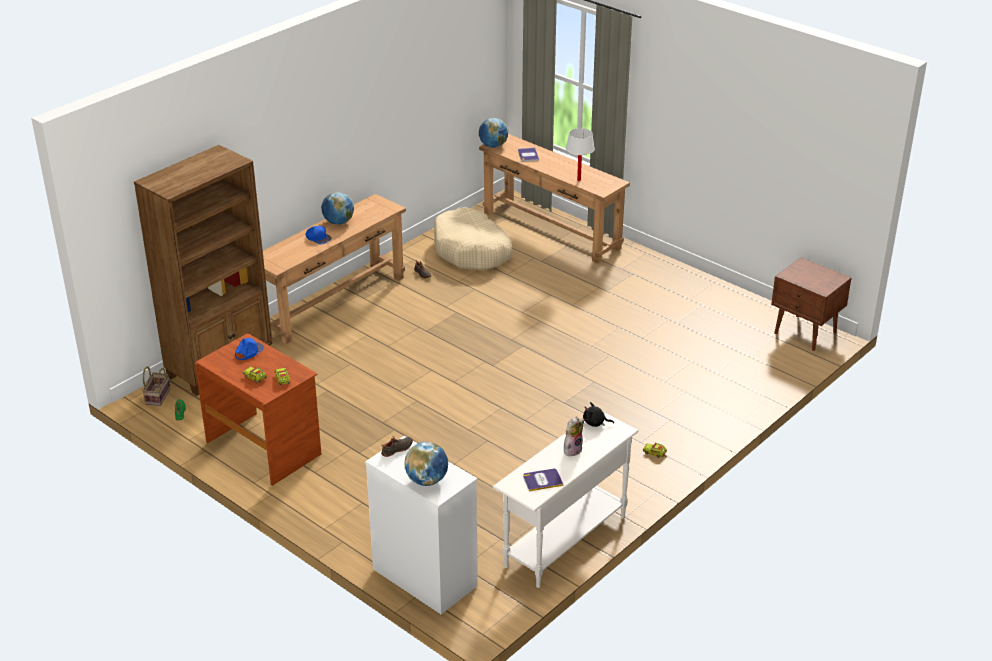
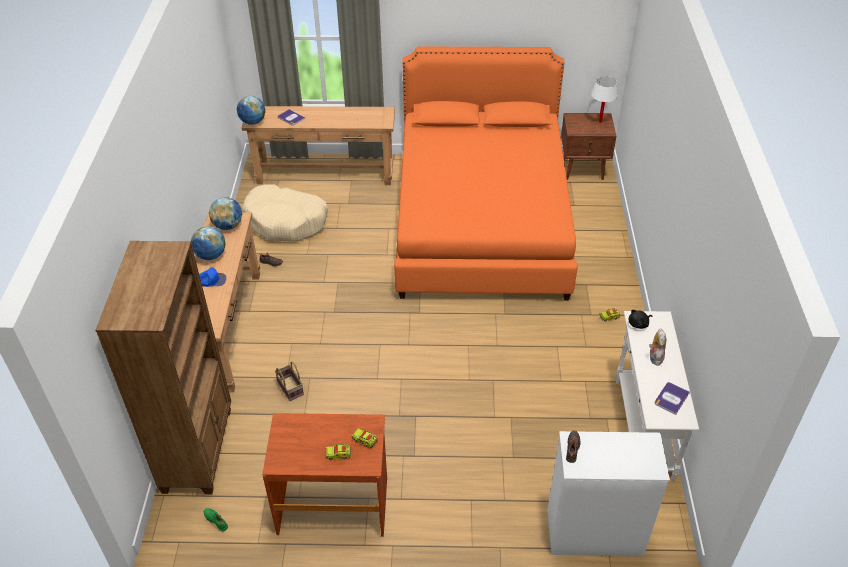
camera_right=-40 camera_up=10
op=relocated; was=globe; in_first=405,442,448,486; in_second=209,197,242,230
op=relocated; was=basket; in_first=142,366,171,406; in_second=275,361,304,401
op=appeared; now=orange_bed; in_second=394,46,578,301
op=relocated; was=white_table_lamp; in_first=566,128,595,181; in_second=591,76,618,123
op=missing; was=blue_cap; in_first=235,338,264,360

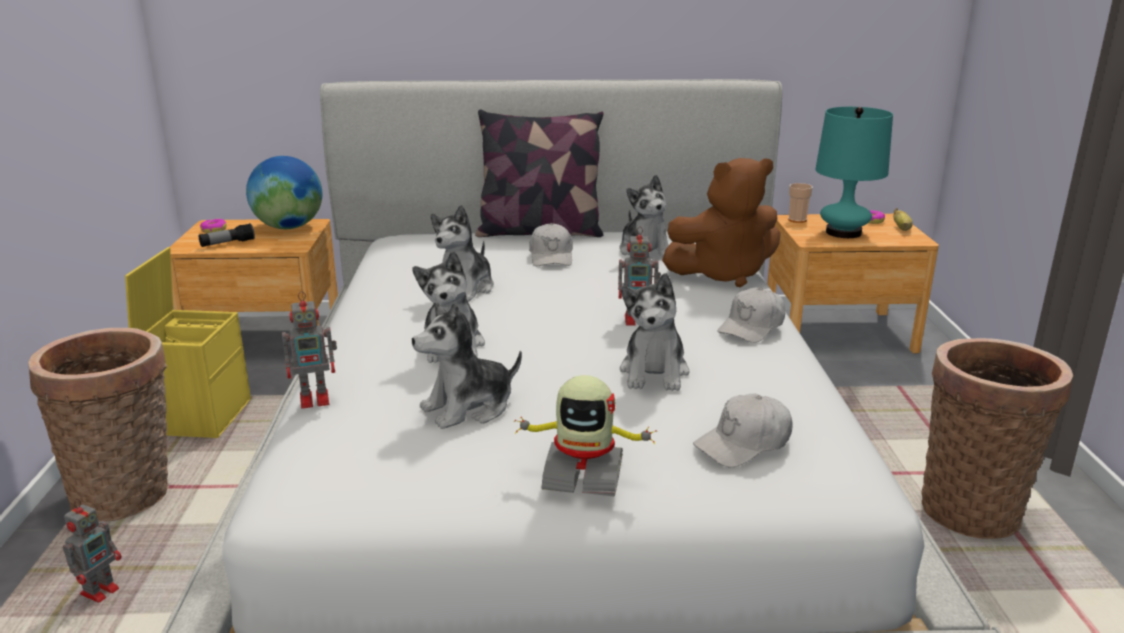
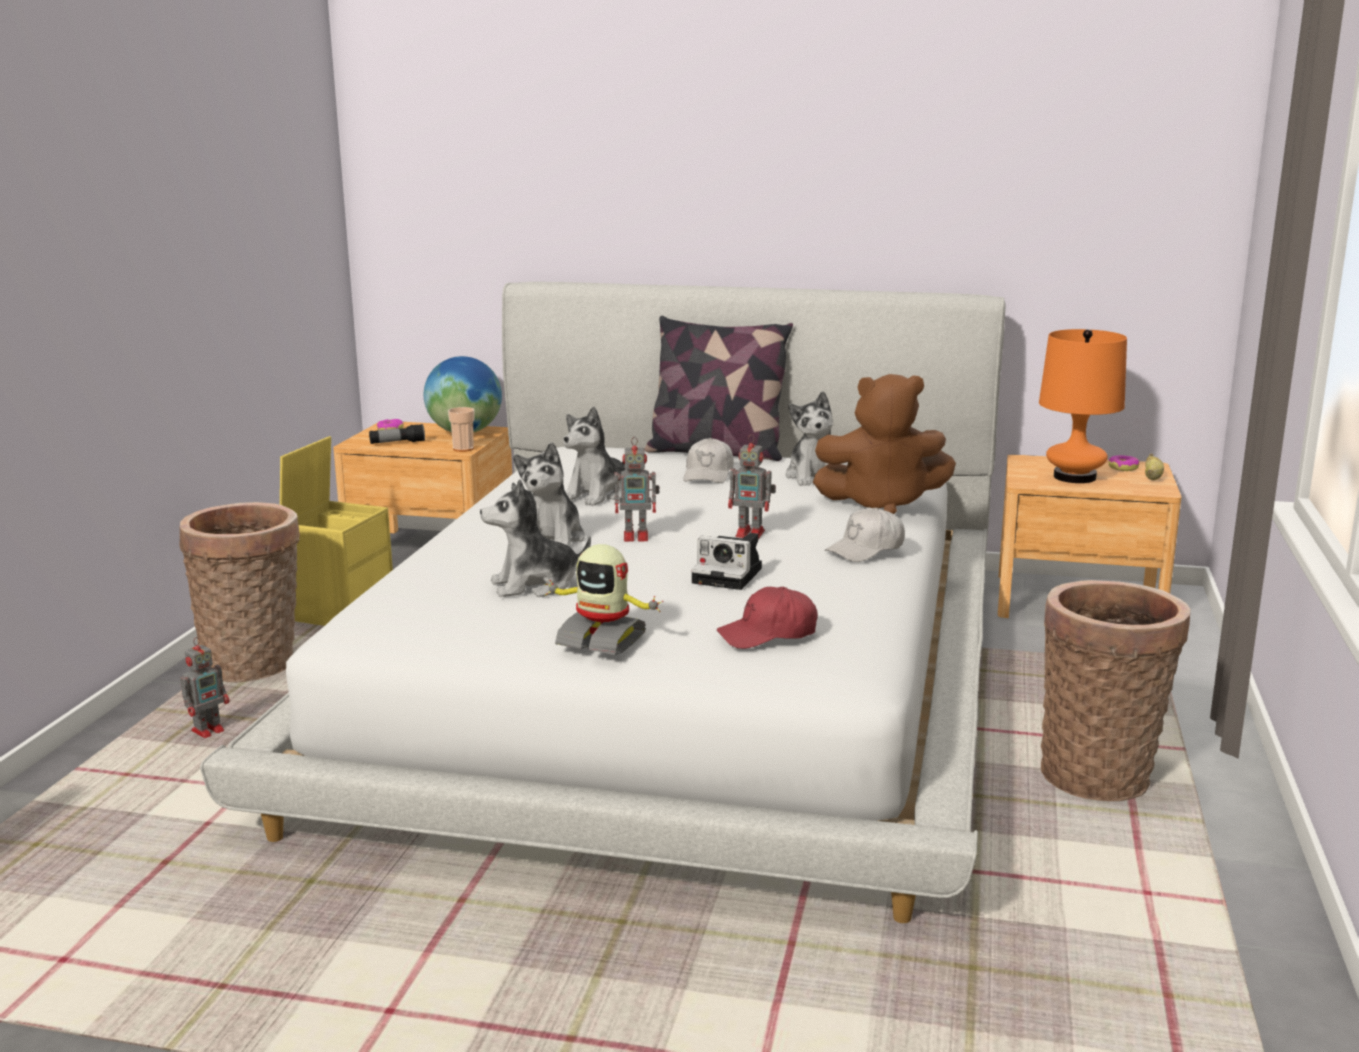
camera_right=15 camera_up=-5
op=relocated; was=cup; in_first=788,183,813,223; in_second=448,407,475,452
op=relocated; was=toy_robot; in_first=282,291,337,409; in_second=615,437,660,542
op=exchanged; was=plush_toy; now=photo_camera; in_first=620,273,690,391; in_second=691,533,762,590
op=colour; was=white_cap; now=red_cap; in_first=693,394,793,467; in_second=717,587,818,649
op=colour; was=turquoise_table_lamp; now=orange_table_lamp; in_first=815,107,893,238; in_second=1039,329,1127,483

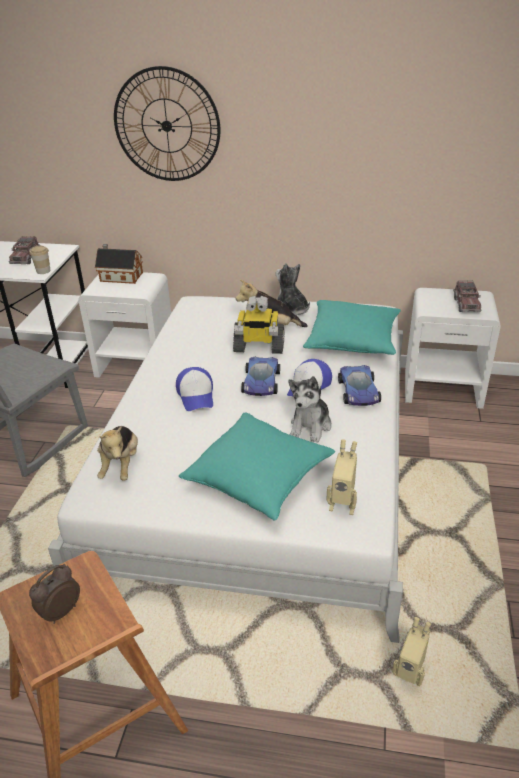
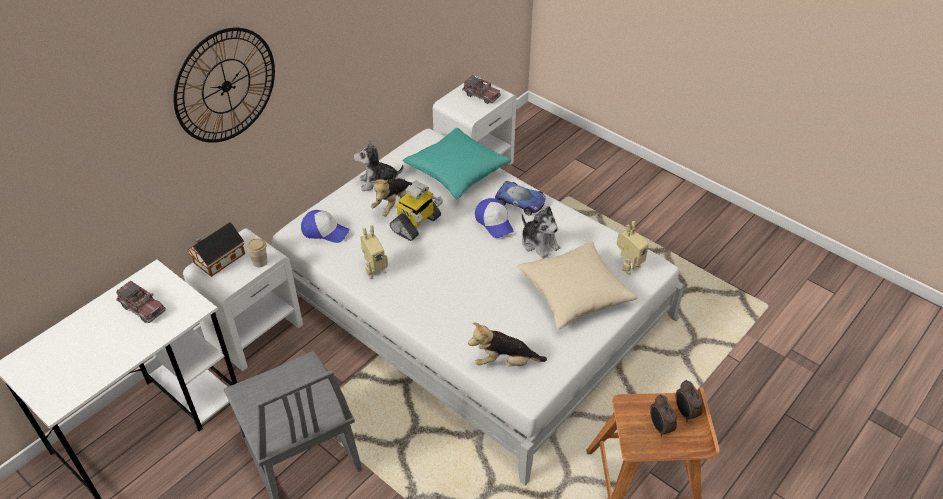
camera_right=-60 camera_up=10
op=relocated; was=cup; in_first=30,246,51,274; in_second=246,238,268,267
op=relocated; was=cap; in_first=176,367,213,411; in_second=301,210,350,243
op=relocated; was=toy_robot; in_first=392,617,431,687; in_second=360,225,388,279
op=spun; was=plush_toy; in_first=97,426,138,481; in_second=468,323,547,367; clockwise=150
op=colour; was=turquoise_pillow; now=beige_pillow; in_first=179,413,335,521; in_second=517,242,638,330
op=appeared; now=alarm_clock; in_second=676,380,703,422
op=missing; was=toy_car; in_first=241,357,280,396

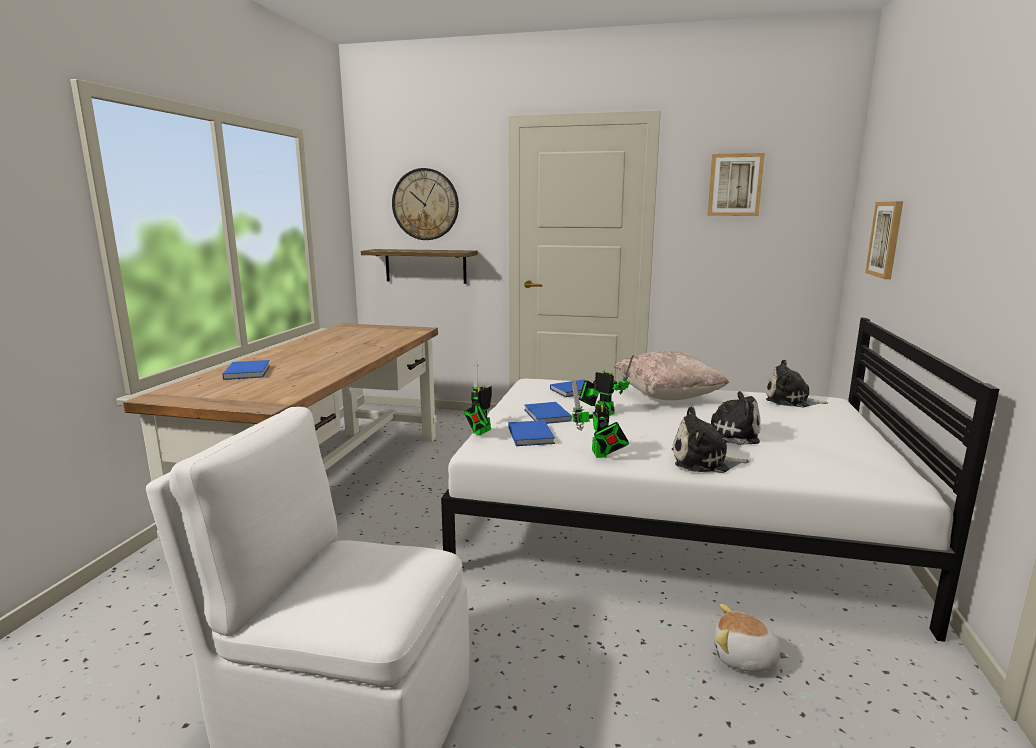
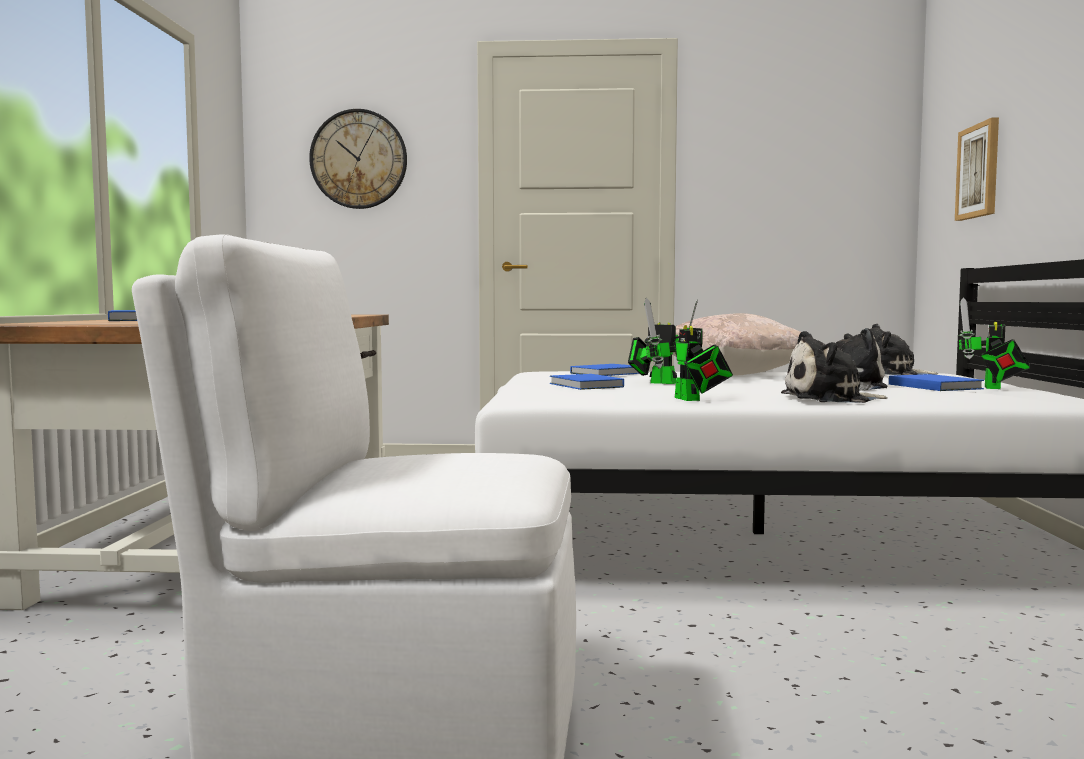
camera_right=-10 camera_up=-10
op=relocated; was=blue_book; in_first=508,420,555,446; in_second=889,374,984,391
op=relocated; was=toy_robot; in_first=464,362,492,435; in_second=958,298,1030,389
op=missing; was=shelf; in_first=361,249,478,284
op=missing; was=picture; in_first=707,153,765,216
op=missing; was=plush_toy; in_first=714,604,790,672

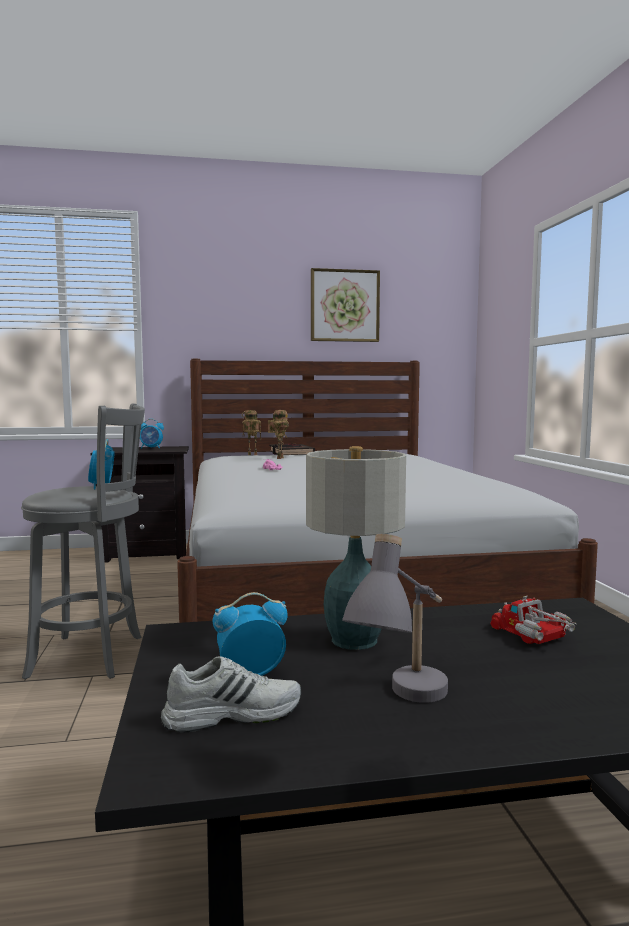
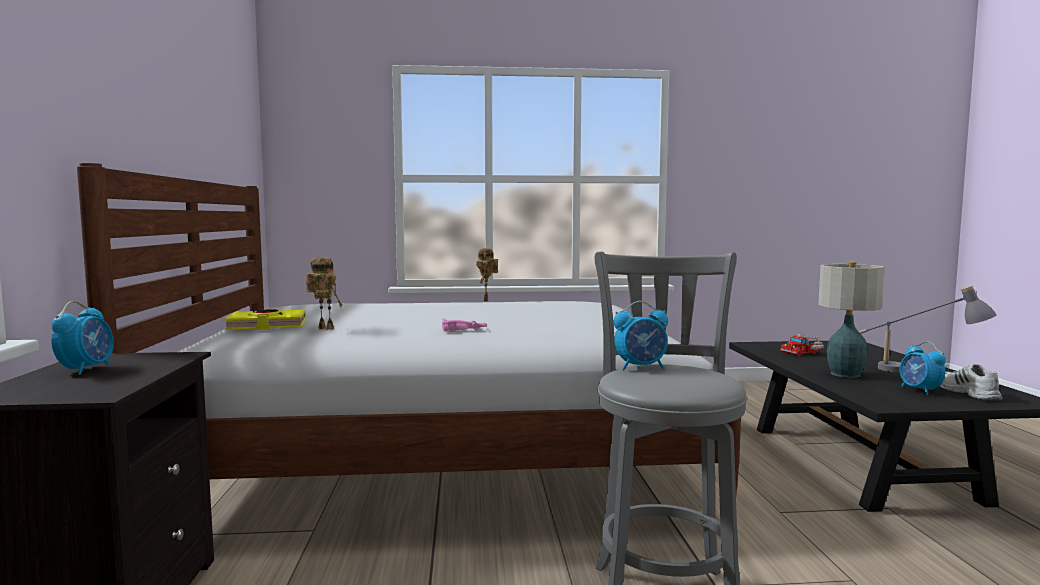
camera_right=-85 camera_up=0
op=colour; was=black_book; now=yellow_book; in_first=269,444,315,455; in_second=224,309,306,330
op=relocated; was=toy_robot; in_first=242,410,261,455; in_second=476,248,498,301
op=missing; was=picture; in_first=311,268,380,342

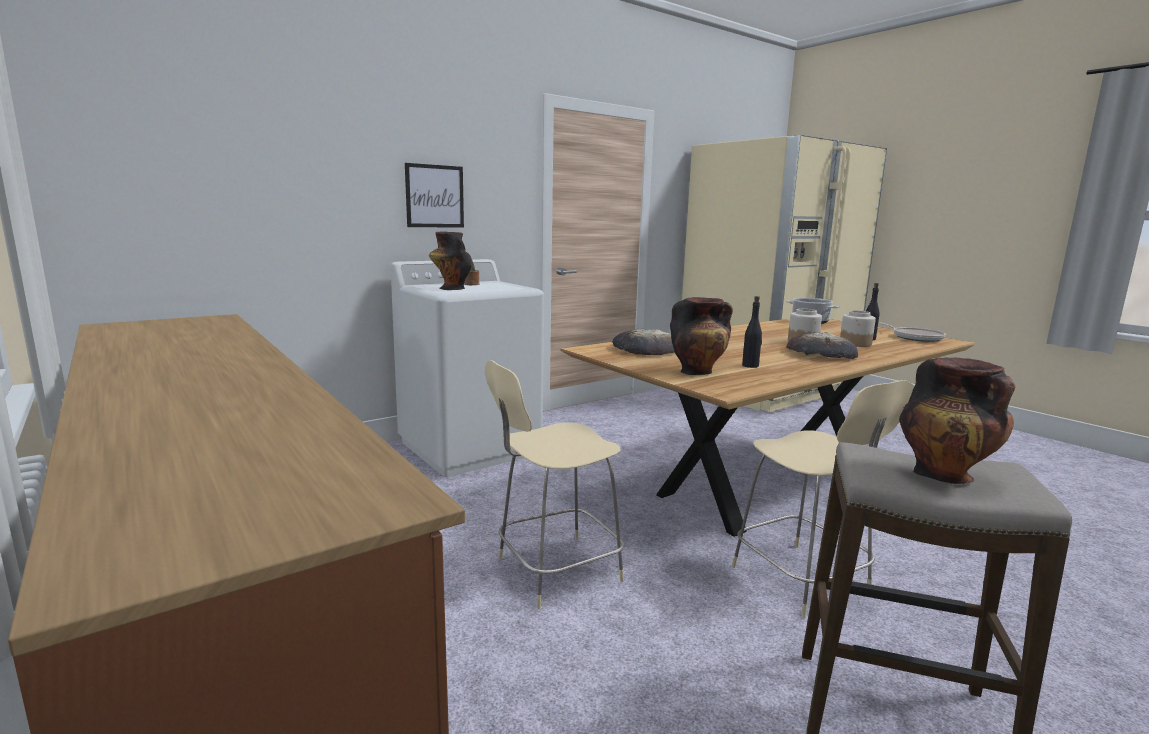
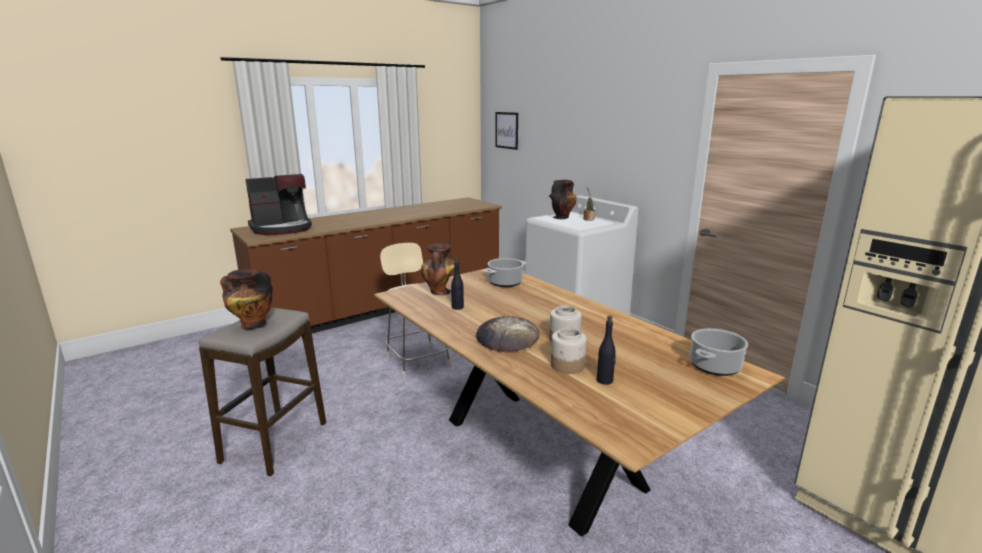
camera_right=90 camera_up=5
op=appeared; now=coffee_machine; in_second=245,174,312,235
op=exchanged; was=bread; now=cooking_pot; in_first=612,329,674,355; in_second=484,258,526,287
op=relocated; was=picture; in_first=405,163,464,228; in_second=495,112,518,150
op=missing; was=beige_chair; in_first=732,380,914,618
op=missing; was=frying_pan; in_first=878,322,946,342

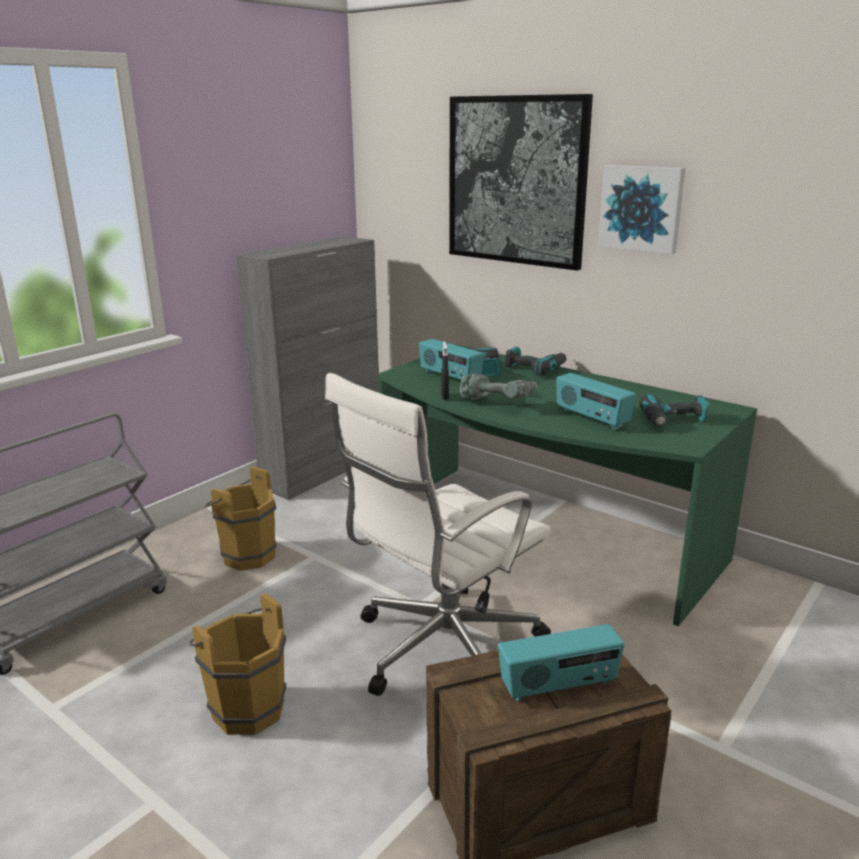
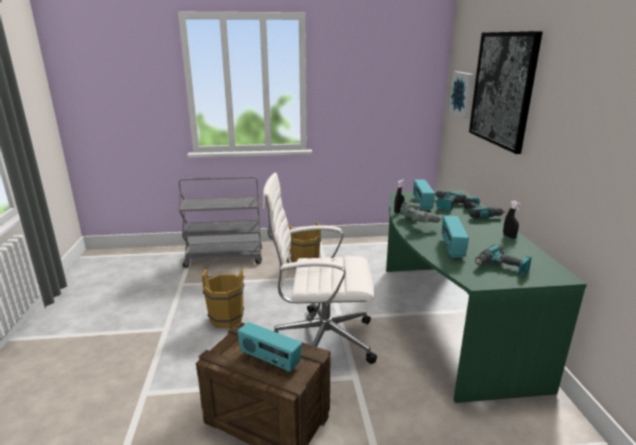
camera_right=45 camera_up=0
op=relocated; was=picture; in_first=598,165,685,254; in_second=449,71,475,118
op=appeared; now=black_spray_bottle; in_second=503,201,521,239
op=missing; was=grey_cabinet; in_first=236,236,379,500

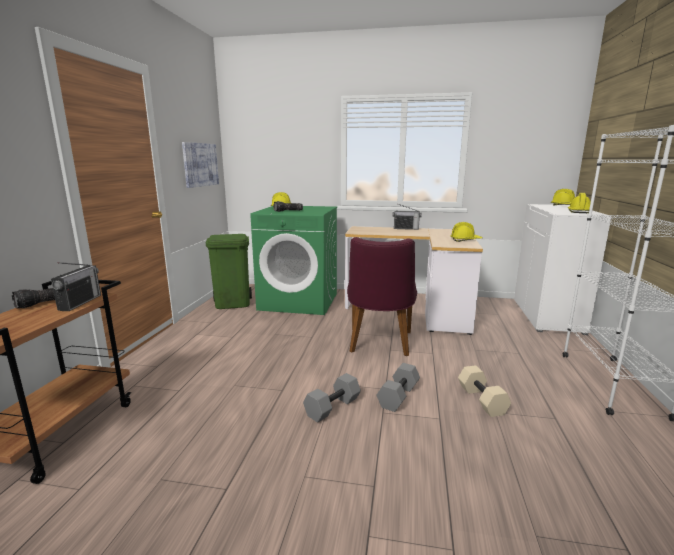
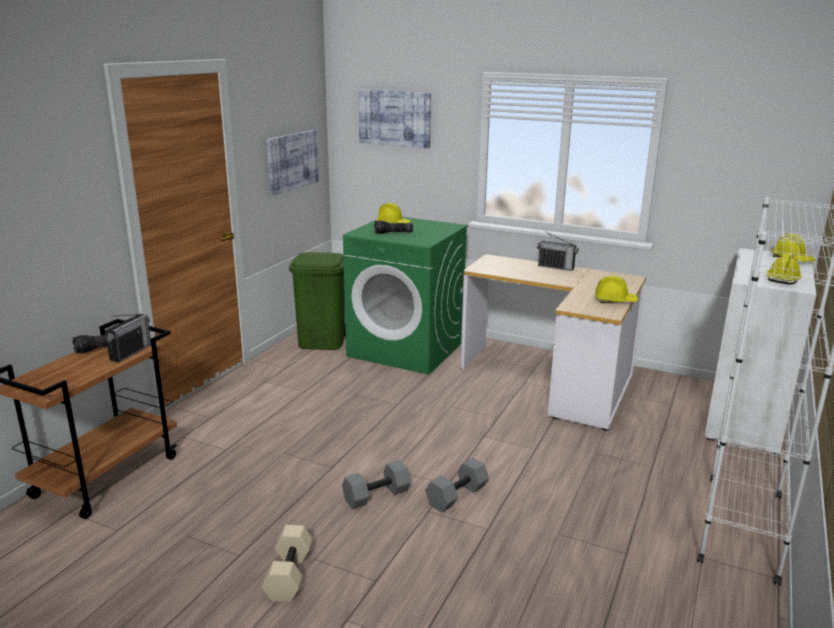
camera_right=15 camera_up=5
op=relocated; was=beige_dumbbell; in_first=458,365,511,417; in_second=262,525,312,602
op=appeared; now=picture; in_second=358,89,431,149
op=missing; was=purple_chair; in_first=347,237,417,356

